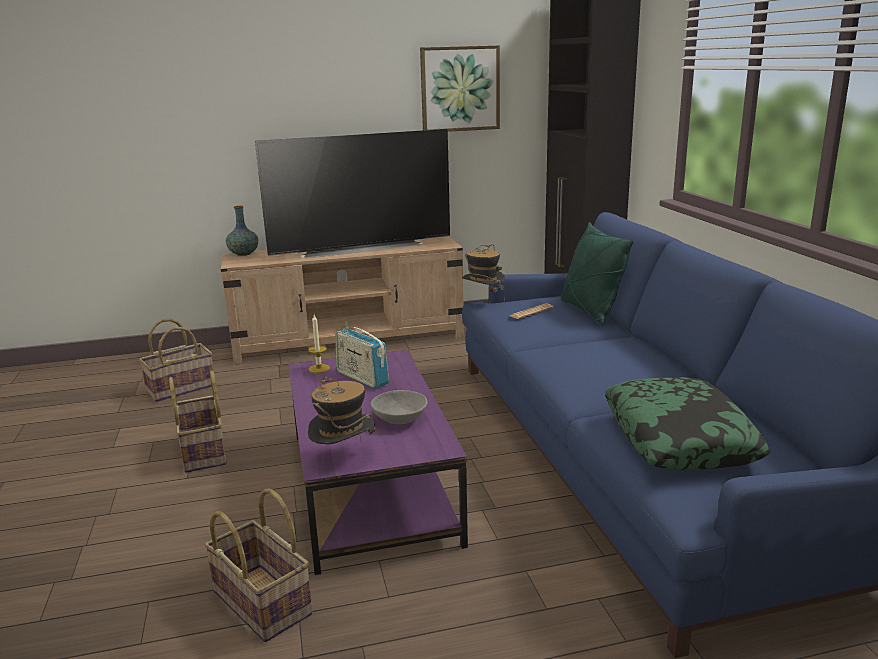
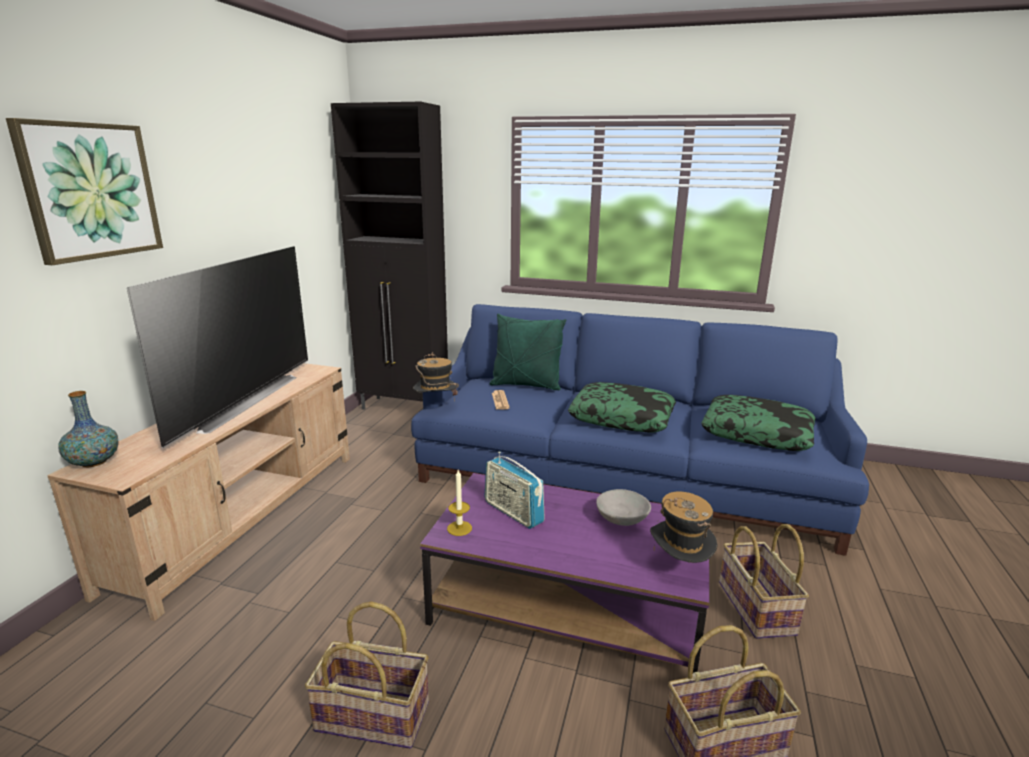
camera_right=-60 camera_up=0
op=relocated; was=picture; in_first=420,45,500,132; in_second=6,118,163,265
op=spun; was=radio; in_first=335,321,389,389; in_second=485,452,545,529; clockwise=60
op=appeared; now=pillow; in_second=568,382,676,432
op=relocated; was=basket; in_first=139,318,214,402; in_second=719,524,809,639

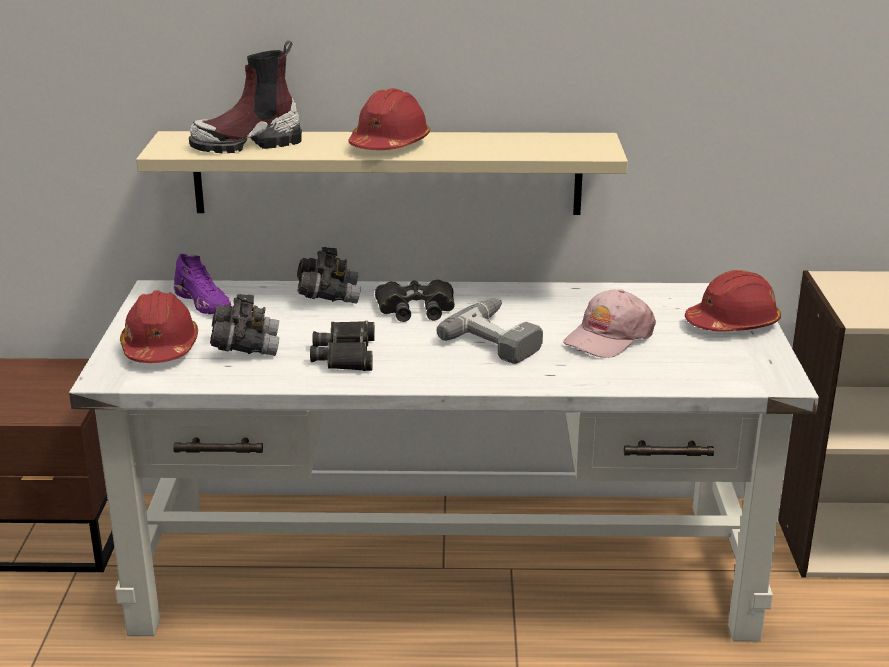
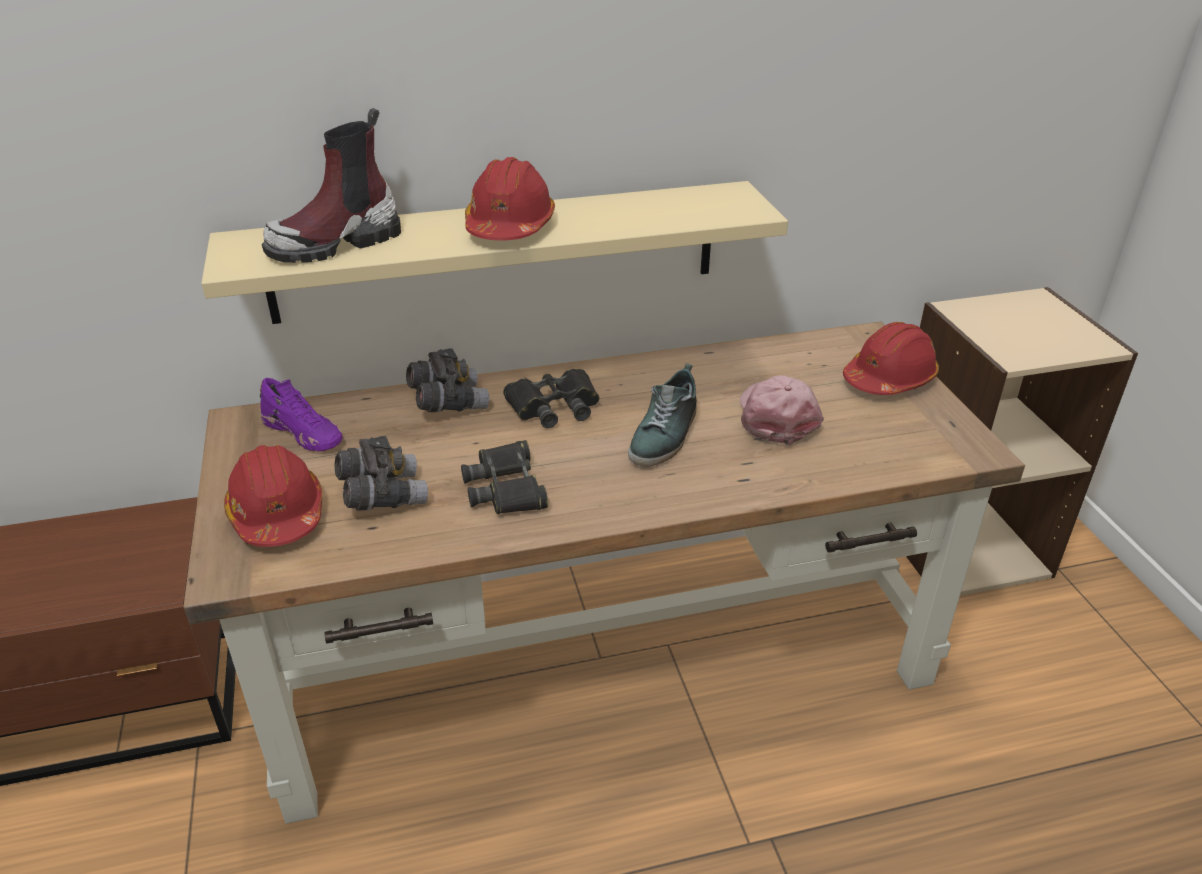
camera_right=-15 camera_up=10
op=colour; was=white_desk; now=brown_desk; in_first=69,280,819,642; in_second=183,321,1025,824
op=exchanged; was=power_drill; now=shoe; in_first=437,299,543,364; in_second=628,363,697,466
op=spun; was=pink_cap; in_first=563,290,656,358; in_second=740,375,824,445; clockwise=150

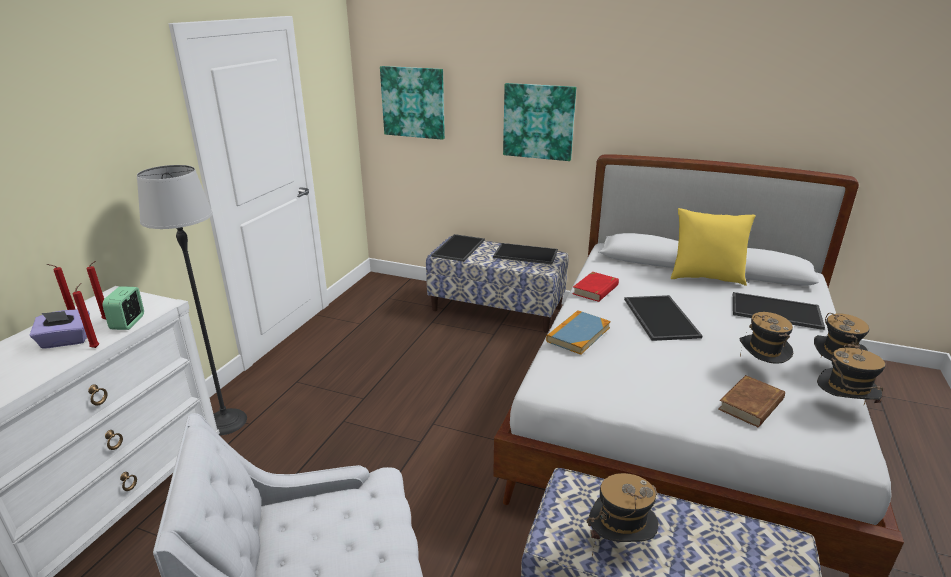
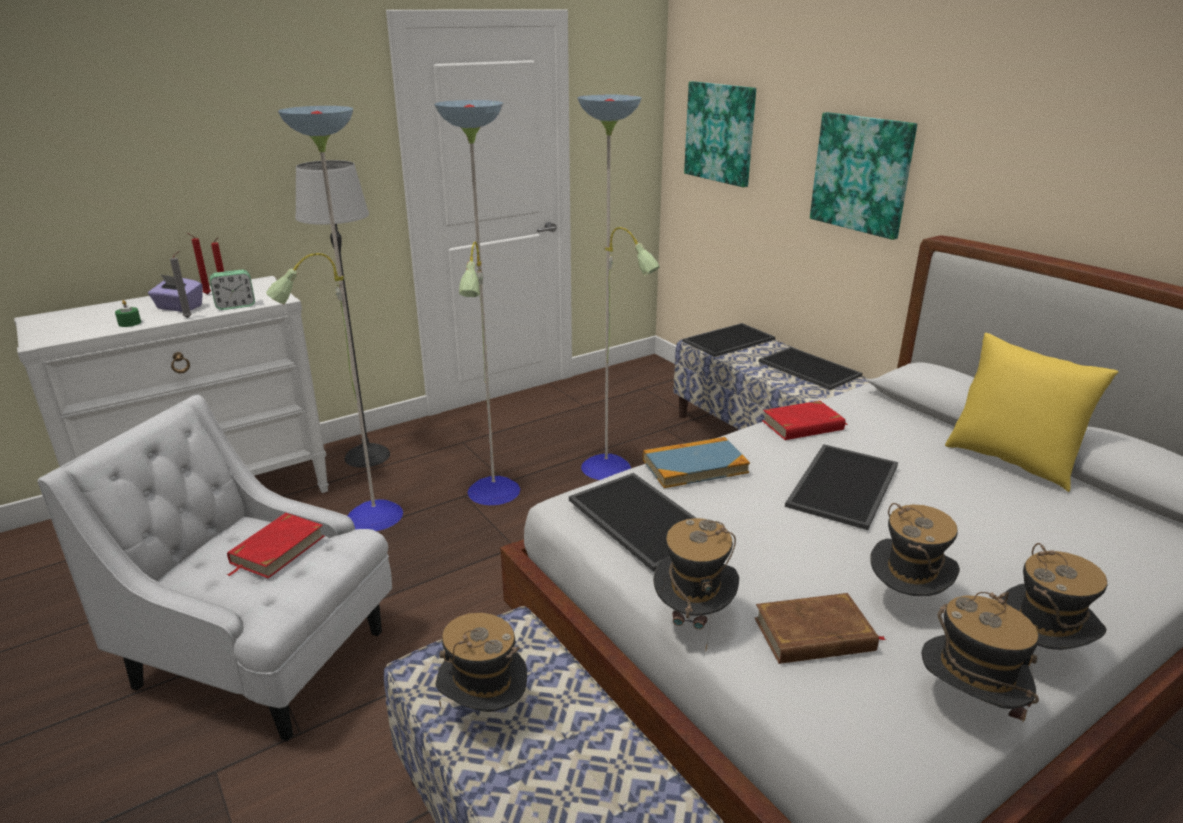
camera_right=35 camera_up=0
op=appeared; now=green_candle; in_second=115,300,141,327
op=colour; was=red_candle; now=grey_candle; in_first=73,283,99,348; in_second=170,251,191,318
op=spun; was=alarm_clock; in_first=102,286,144,330; in_second=210,270,255,310; clockwise=-150
op=appeared; now=red_book; in_second=227,513,324,578
op=appeared; now=floor_lamp; in_second=266,95,660,531
op=relocated; was=tray; in_first=733,292,825,330; in_second=569,473,696,572
op=appeared; now=hat; in_second=653,518,739,652

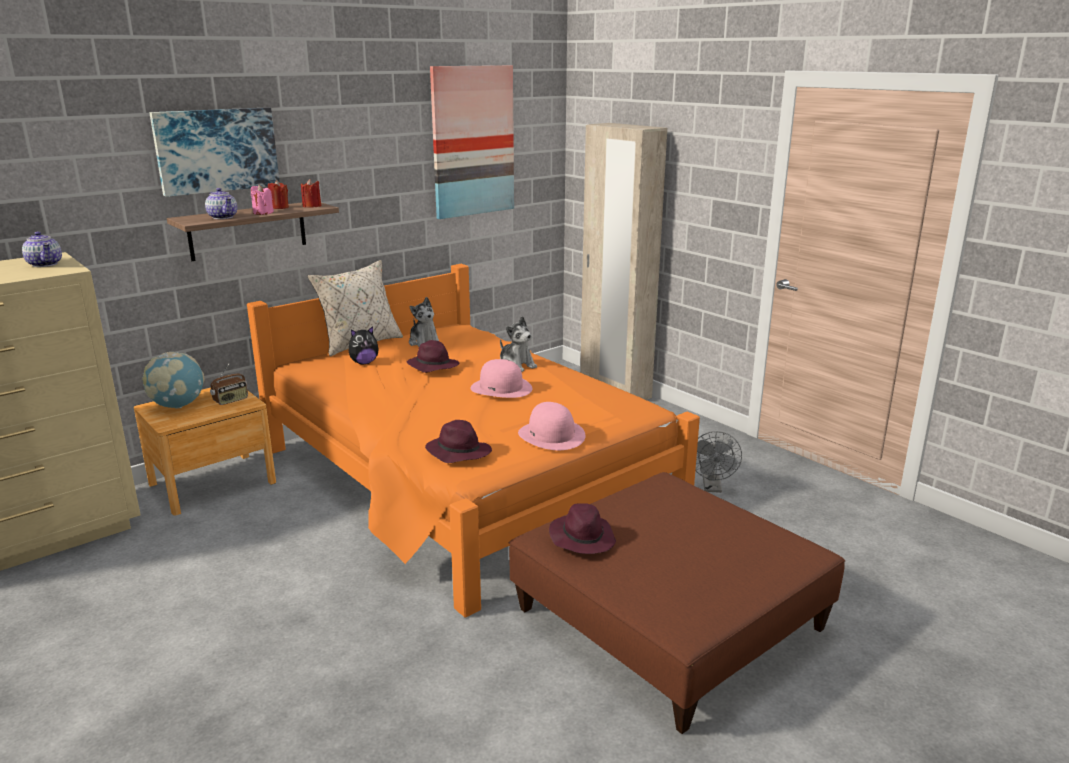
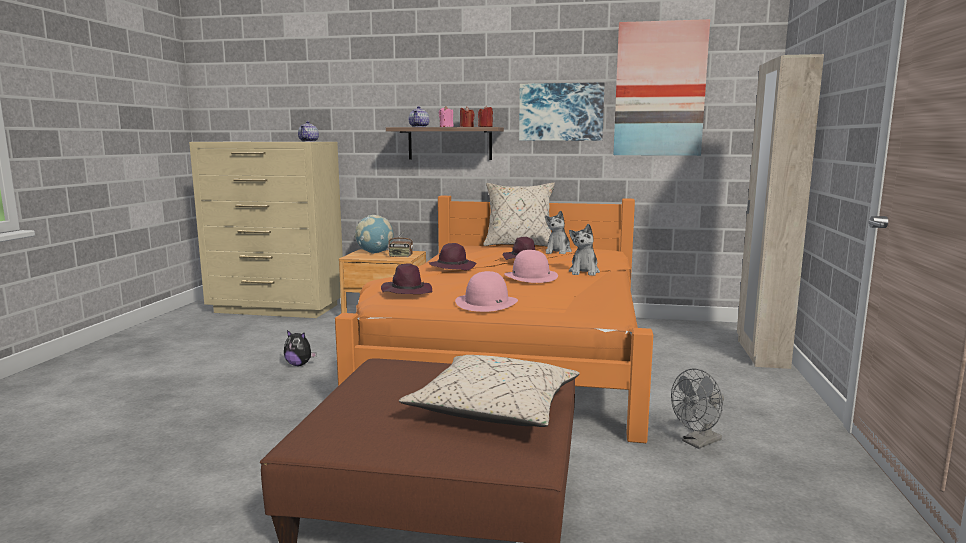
camera_right=50 camera_up=-10
op=relocated; was=plush_toy; in_first=349,326,379,364; in_second=284,330,317,366
op=appeared; now=beige_pillow; in_second=399,355,579,427
op=relocated; was=purple_hat; in_first=549,503,616,554; in_second=429,243,476,271
op=relocated; was=picture; in_first=150,107,280,197; in_second=519,82,605,141

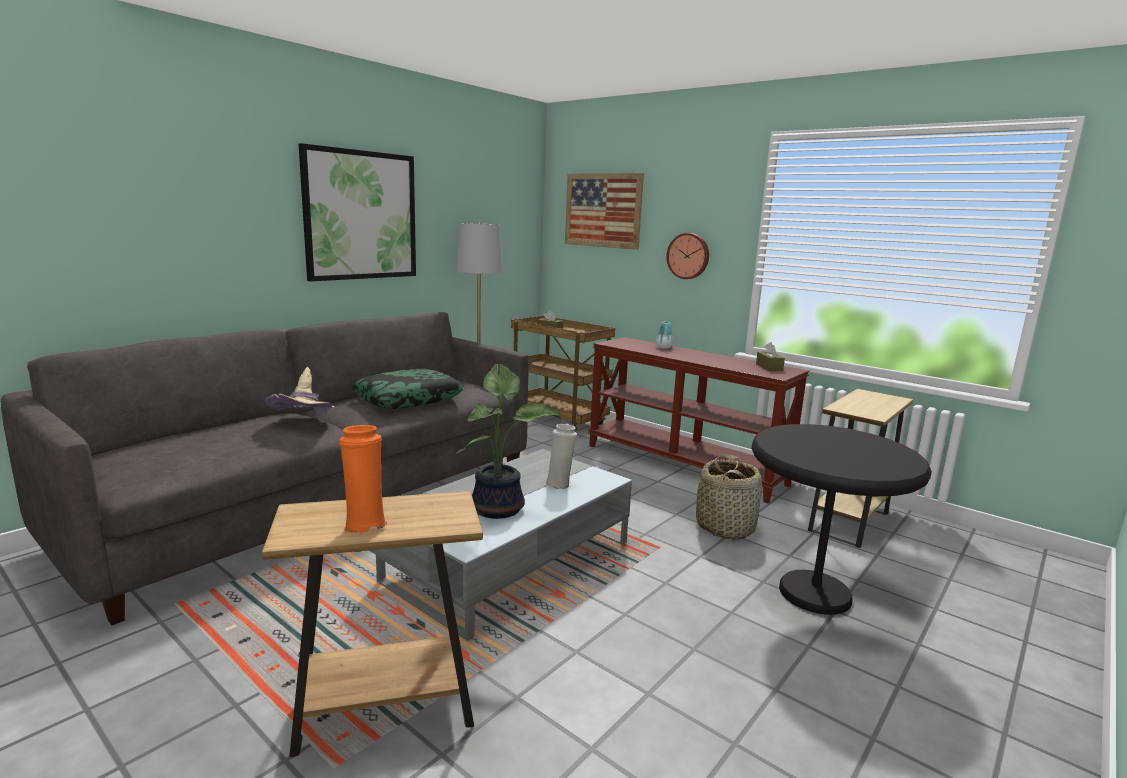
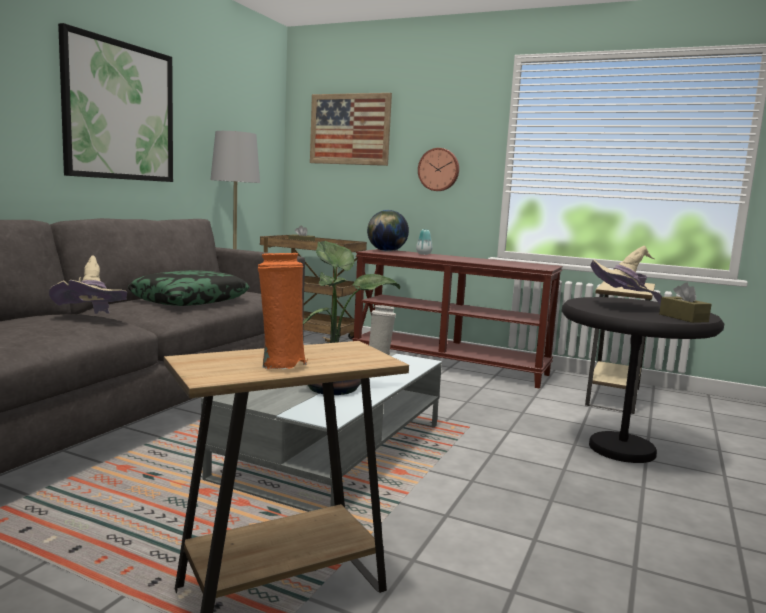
camera_right=-15 camera_up=-5
op=appeared; now=globe; in_second=367,210,409,252
op=appeared; now=beige_hat; in_second=590,246,662,305
op=relocated; was=brown_tissue_box; in_first=756,342,785,371; in_second=659,283,711,323
op=missing; was=basket; in_first=696,454,762,540

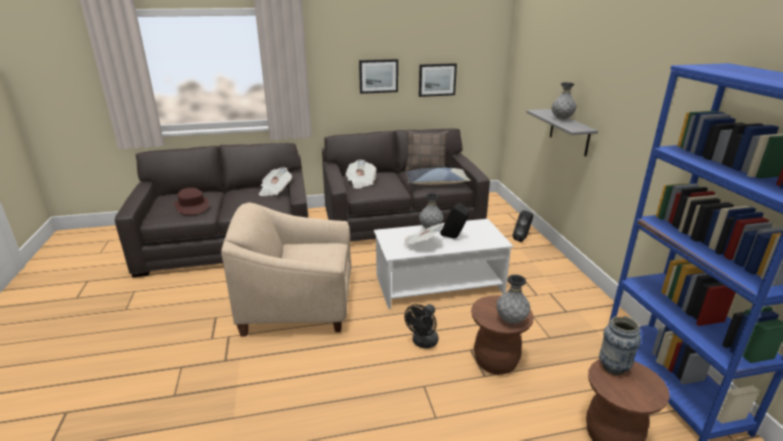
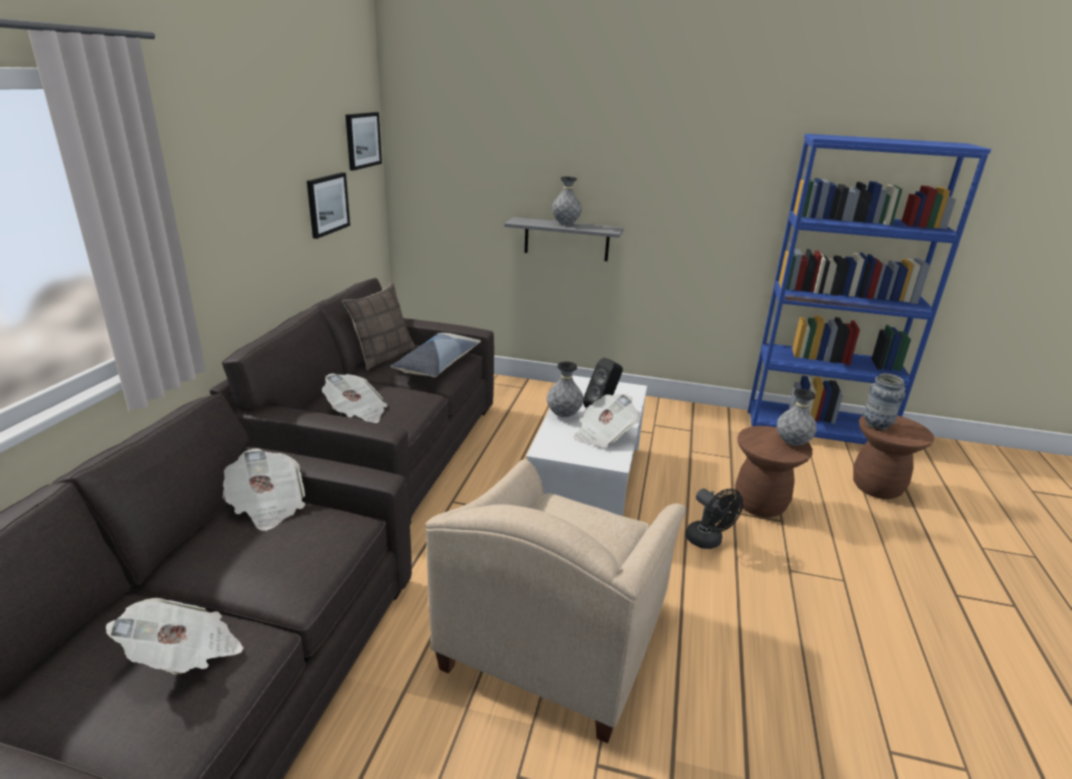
camera_right=-65 camera_up=0
op=exchanged; was=brown_hat; now=newspaper; in_first=174,188,209,215; in_second=106,598,244,674
op=relocated; was=picture; in_first=359,59,398,94; in_second=345,112,382,171
op=missing; was=black_speaker; in_first=513,210,533,242

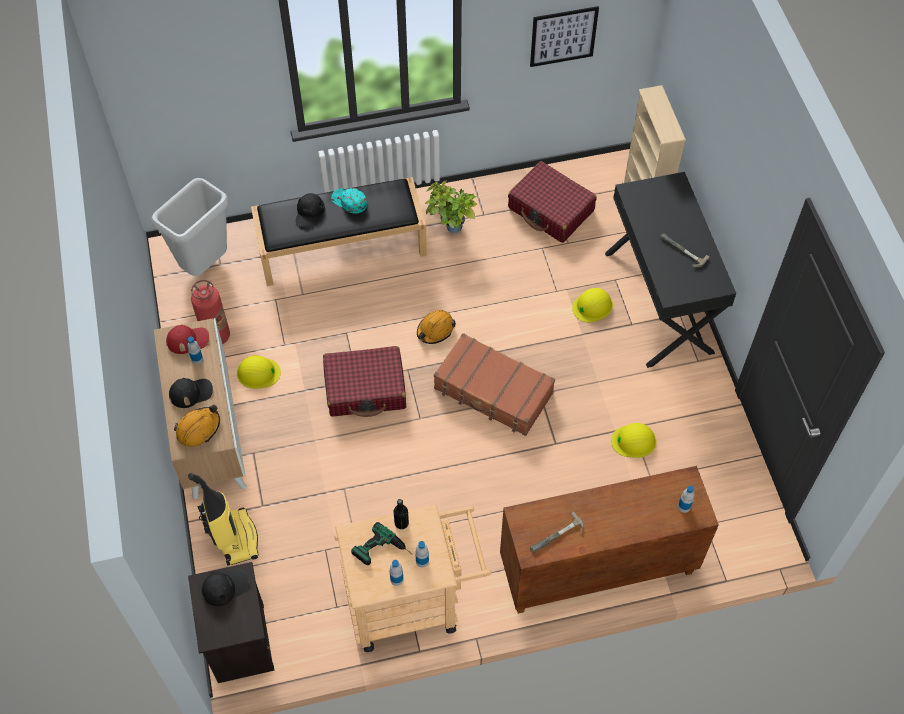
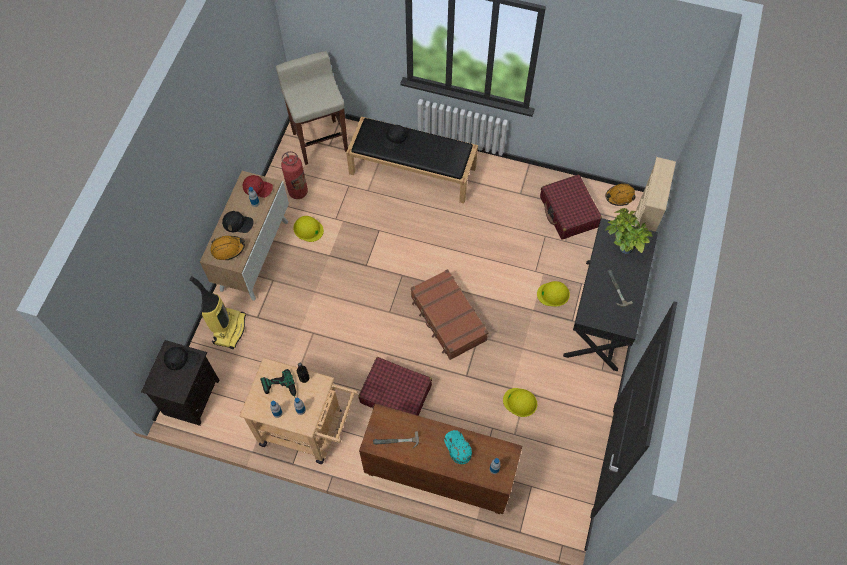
camera_right=30 camera_up=5
op=exchanged; was=grey_trash_can; now=beige_stool; in_first=151,178,229,276; in_second=276,51,348,165
op=relocated; was=red_suitcase; in_first=323,346,406,417; in_second=358,357,432,416
op=relocated; was=turquoise_cap; in_first=331,188,367,213; in_second=444,430,472,464
op=relocated; was=orange_hard_hat; in_first=417,310,456,344; in_second=605,184,636,206
op=relocated; was=potted_plant; in_first=425,180,477,233; in_second=605,208,652,254
op=missing; was=picture; in_first=530,6,599,67

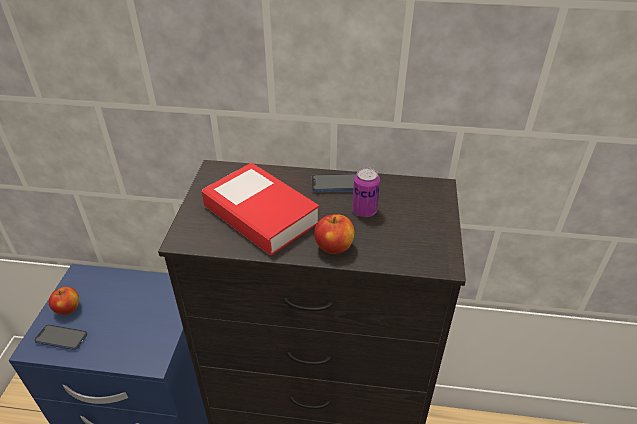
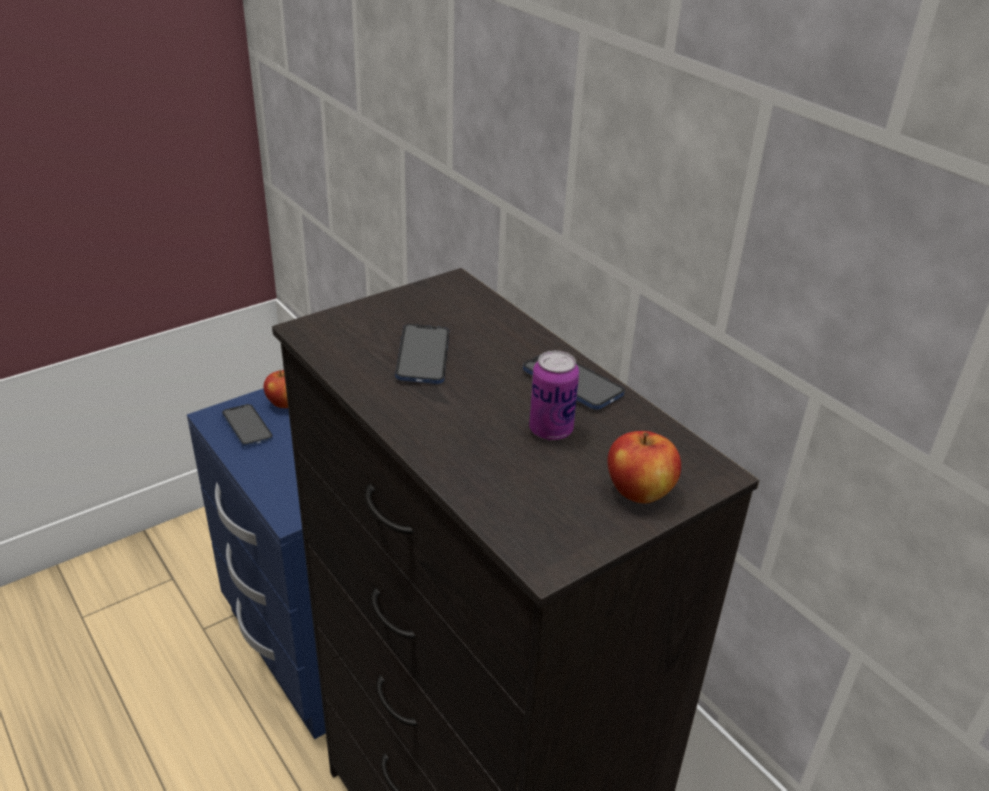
camera_right=45 camera_up=-5
op=exchanged; was=book; now=phone; in_first=202,163,319,255; in_second=395,324,449,384
op=relocated; was=apple; in_first=314,214,355,254; in_second=607,431,681,504

